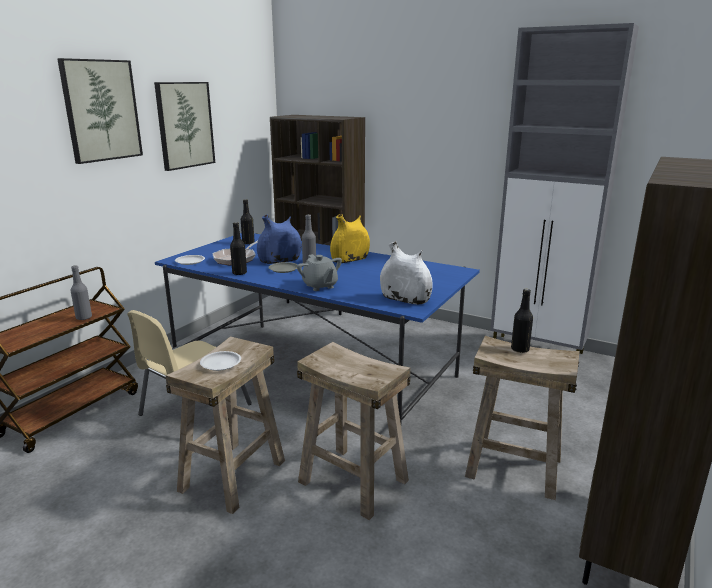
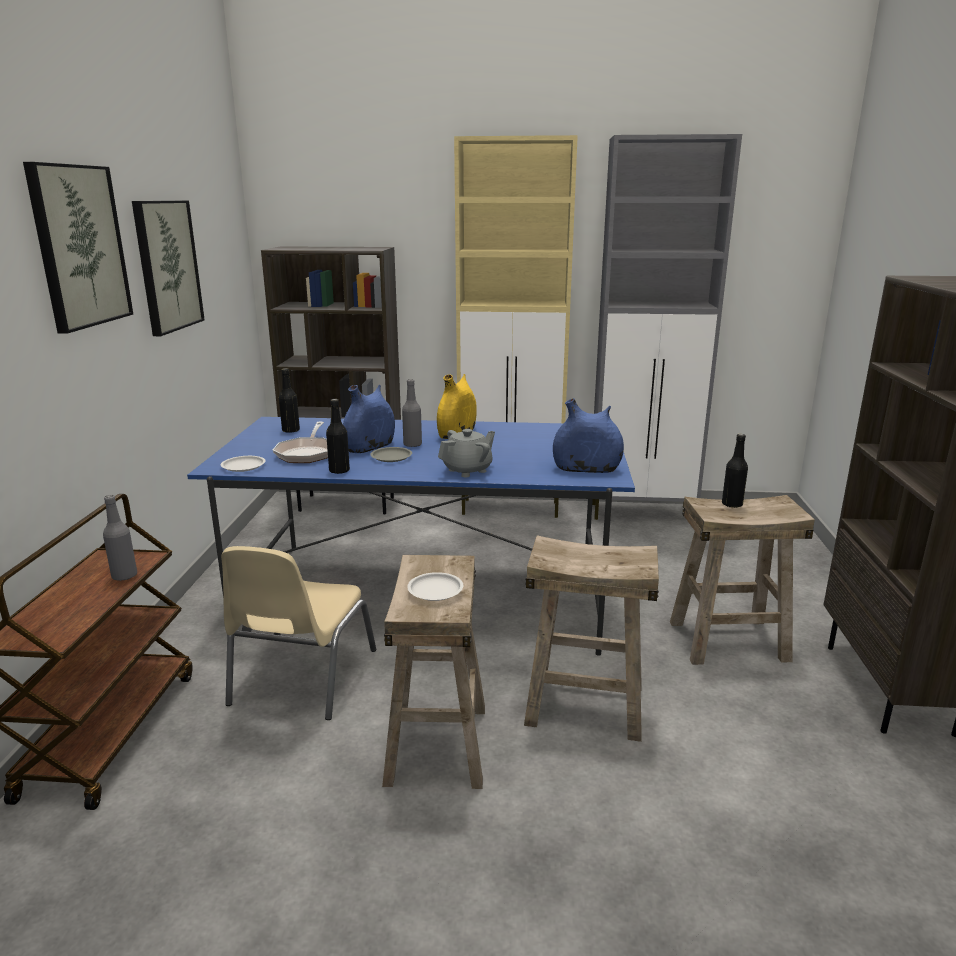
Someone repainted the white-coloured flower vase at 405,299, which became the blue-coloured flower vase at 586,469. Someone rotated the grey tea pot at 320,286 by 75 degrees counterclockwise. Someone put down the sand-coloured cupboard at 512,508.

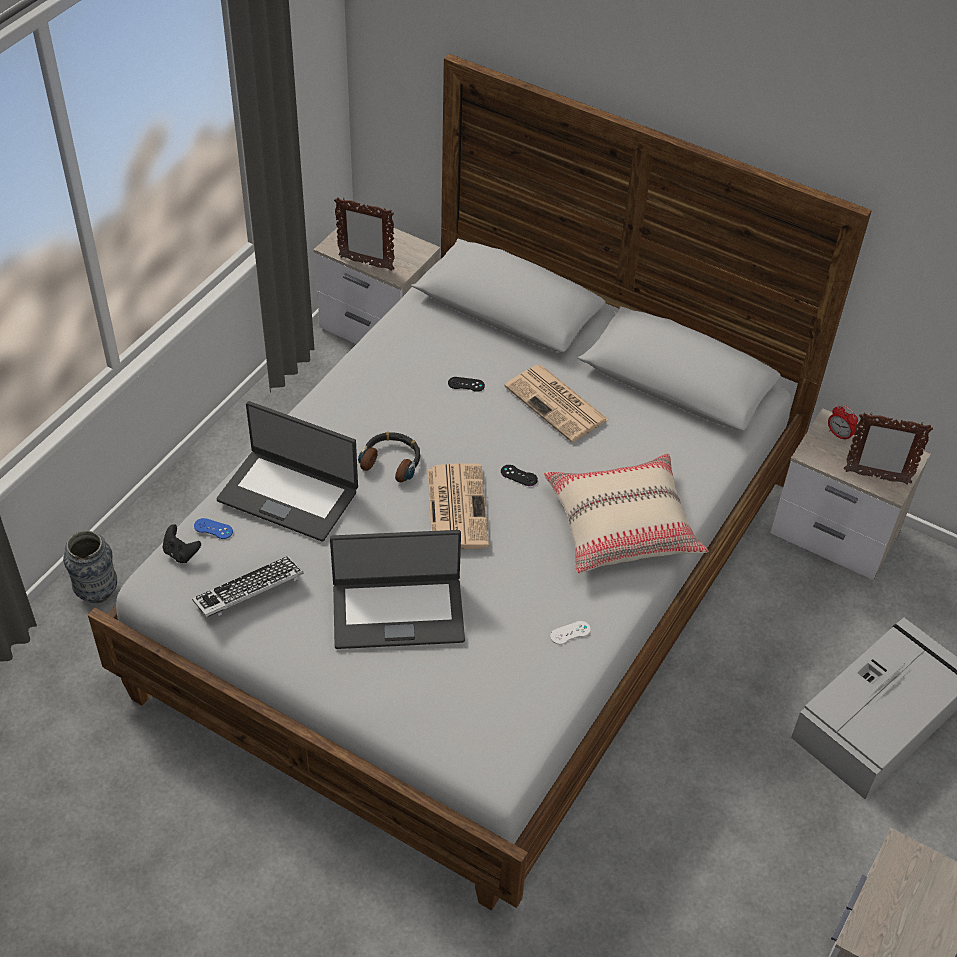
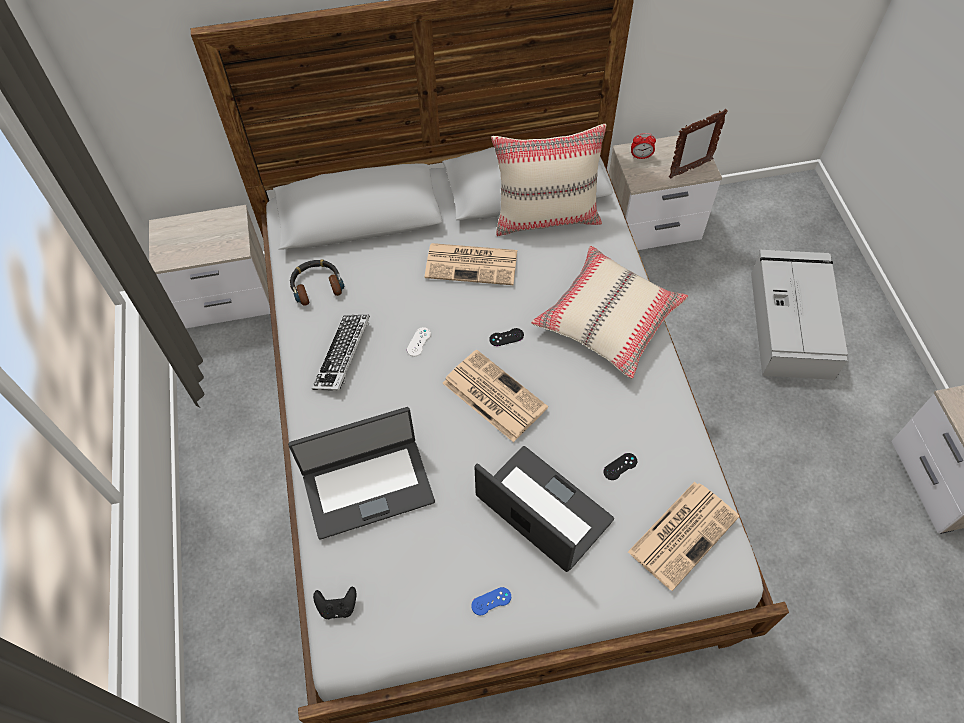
Someone took away the picture frame at 366,263. Someone carried the black gamepad from 466,384 to 620,466. Someone carried the headphones from 392,461 to 317,285. Someone carried the blue-coloured gamepad from 213,529 to 491,601. Someone took away the flower vase at 97,592. Someone rotated the notebook computer at 398,612 by 90 degrees counterclockwise. Someone carried the PC keyboard from 249,592 to 343,355. Someone carried the white-coloured gamepad from 570,633 to 419,342. Someone put down the sand-coloured pillow at 546,216. Someone put down the newspaper at 683,533.

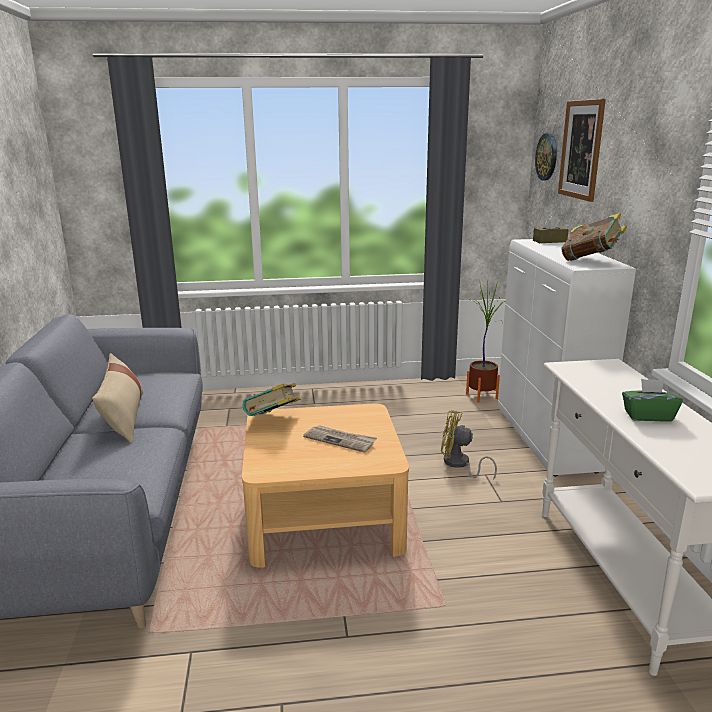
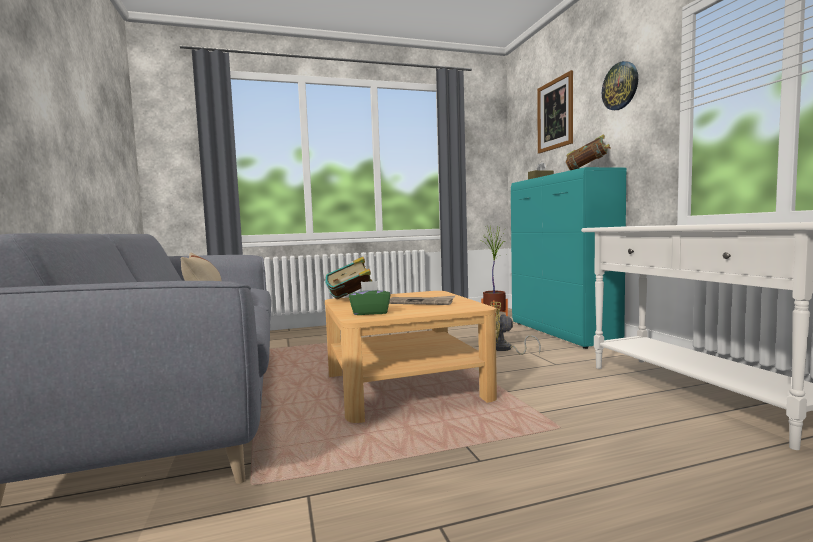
Someone carried the hanging clock from 547,157 to 620,86. Someone repainted the white-coloured cupboard at 546,440, which became the turquoise cupboard at 562,333. Someone carried the greenish box of tissues from 648,416 to 370,312.

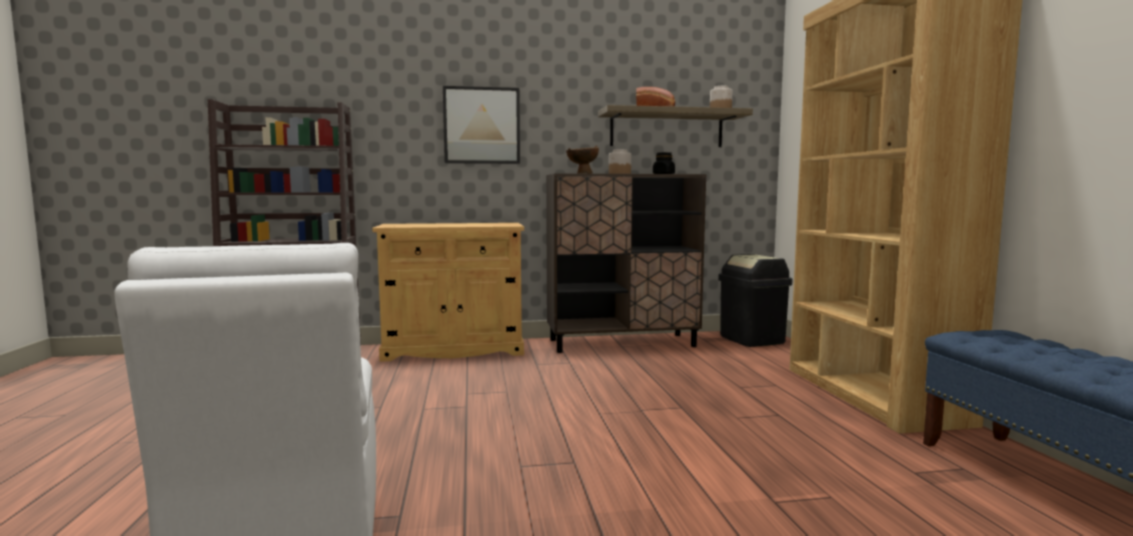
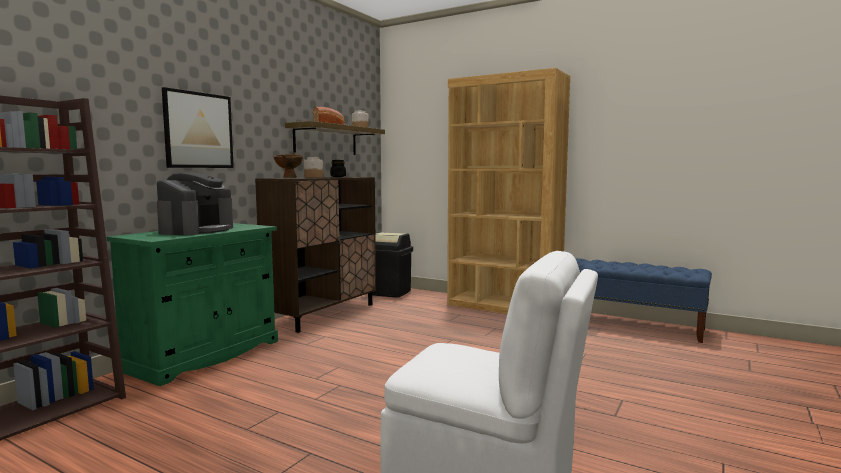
Someone repainted the sand-coloured cupboard at 454,349, which became the greenish cupboard at 204,355. Someone put down the coffee brewer at 197,230.

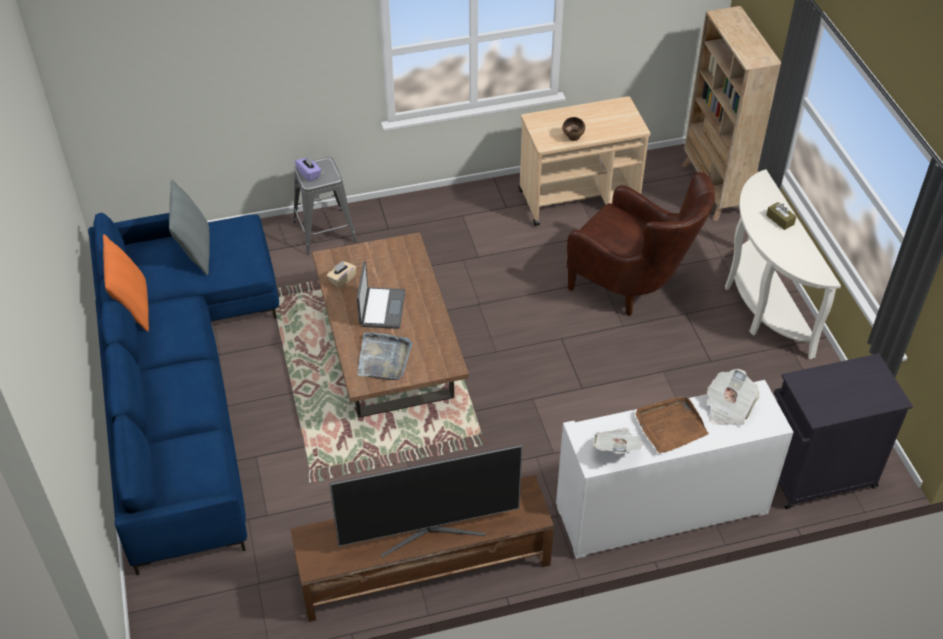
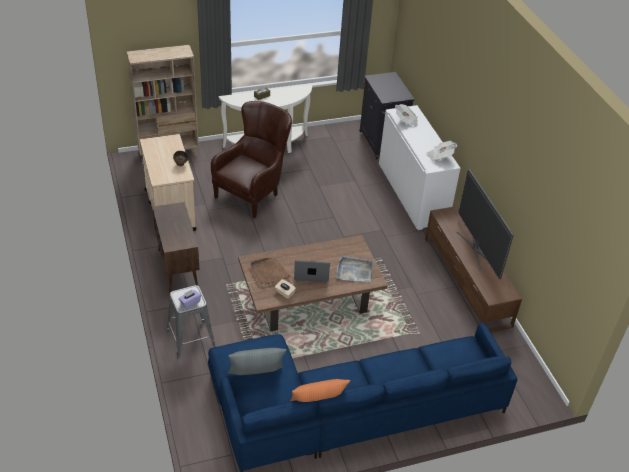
Someone carried the brown tray from 670,426 to 269,272. Someone put down the brown cupboard at 178,269.

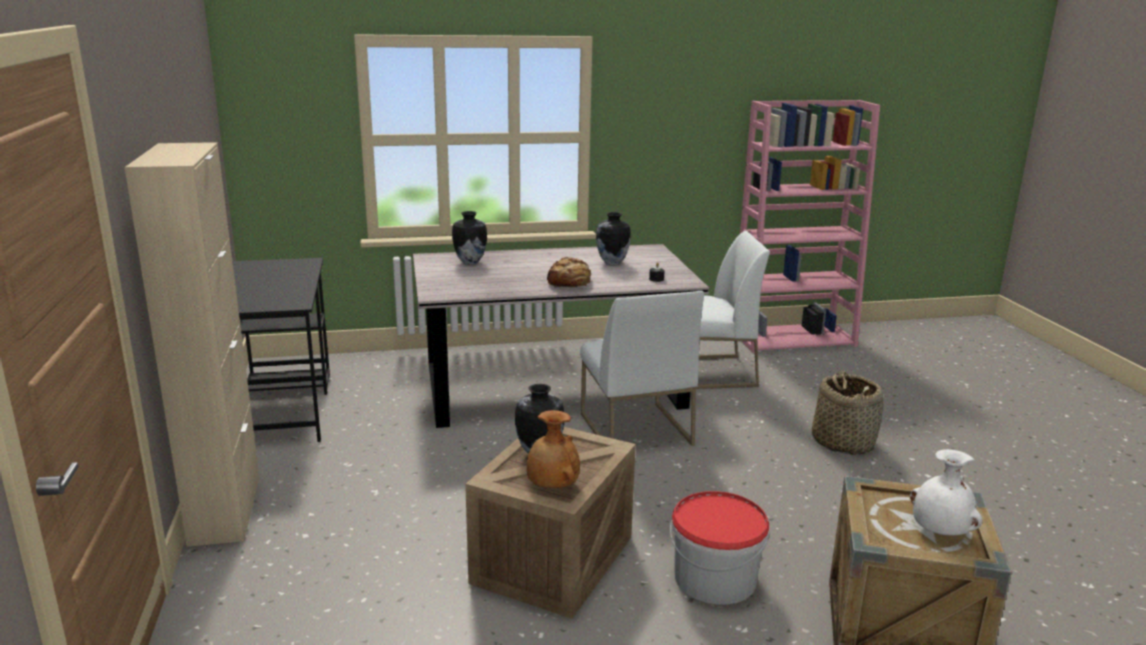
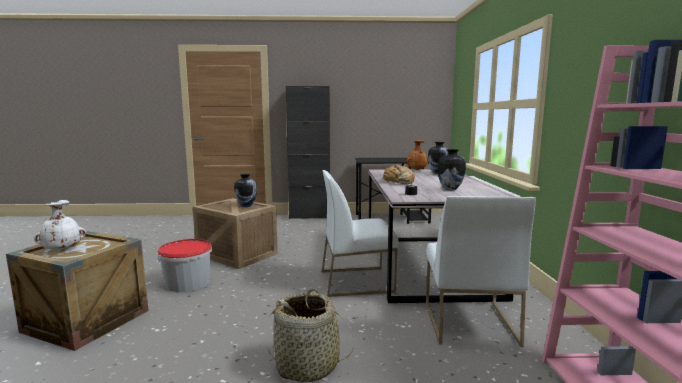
Someone repainted the sand-coloured cupboard at 225,511, which became the black cupboard at 310,216. Someone carried the brown flower vase from 552,486 to 416,170.

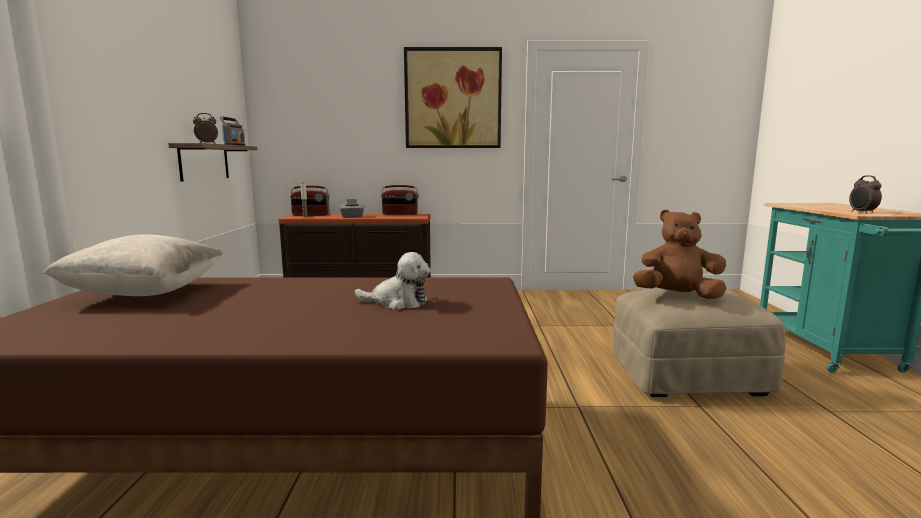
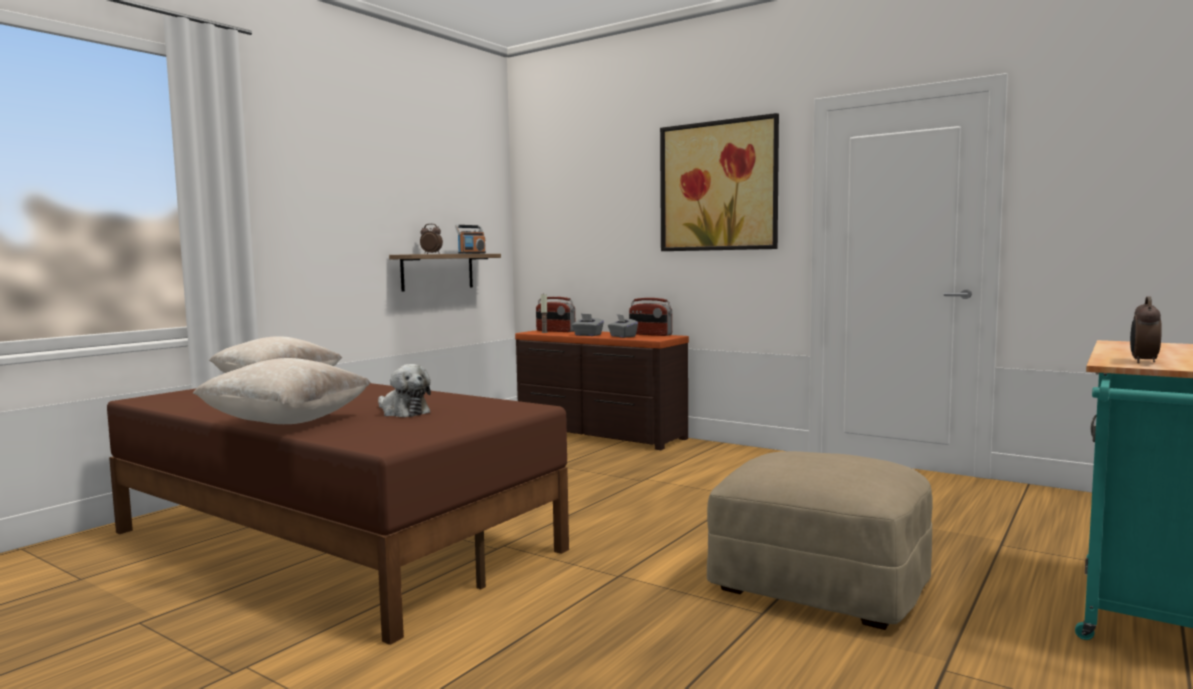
Someone took away the brown soft toy at 677,296. Someone put down the grey box of tissues at 622,336. Someone put down the sand-coloured pillow at 286,423.

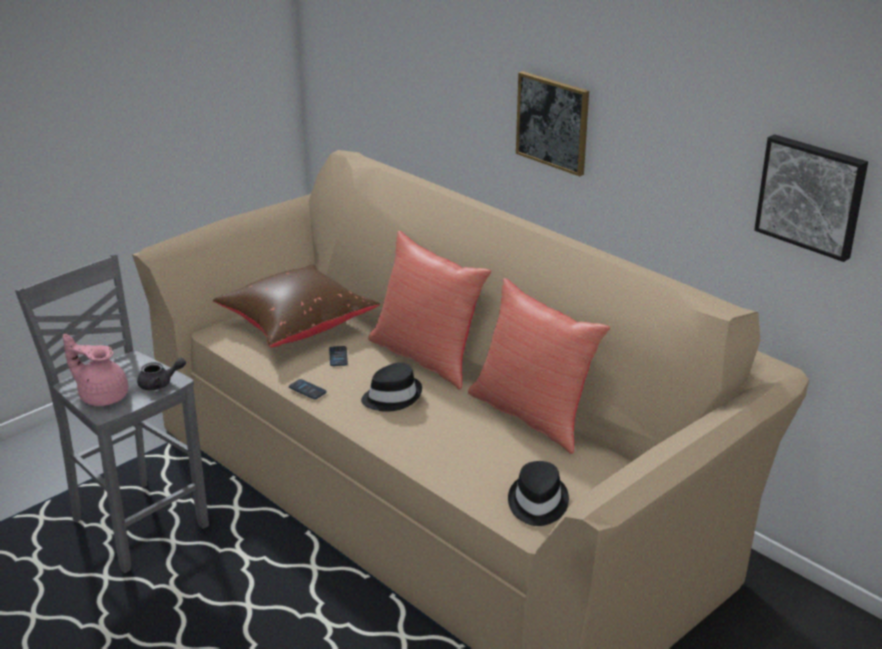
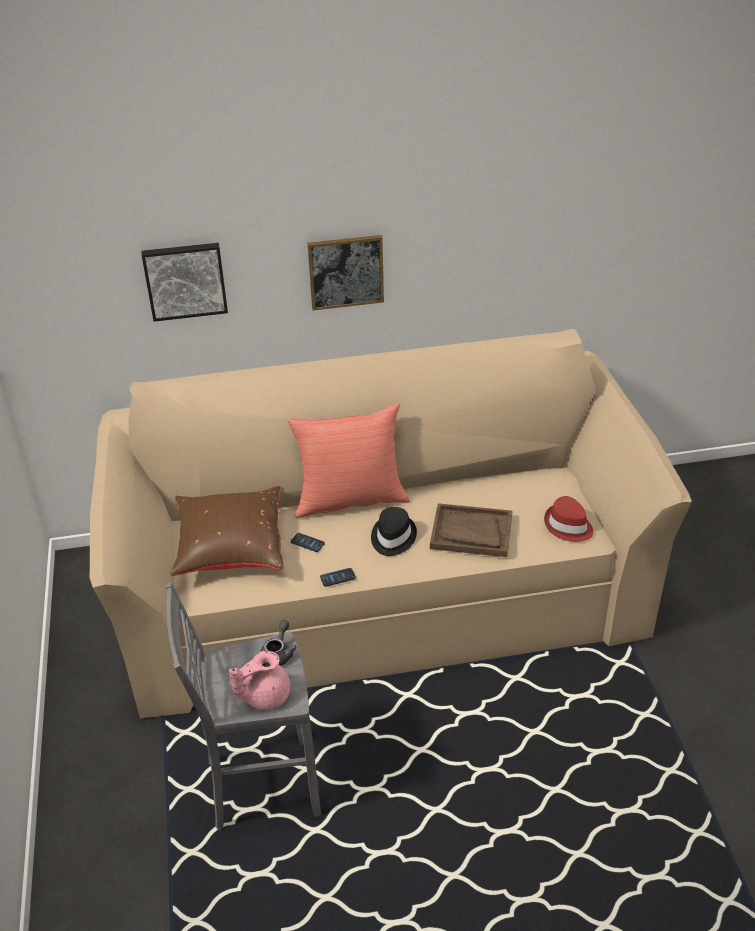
Someone carried the wall art from 812,195 to 185,280. Someone took away the red pillow at 532,415. Someone repainted the black wearable hat at 537,503, which became the red wearable hat at 568,526. Someone put down the brown tray at 471,532.

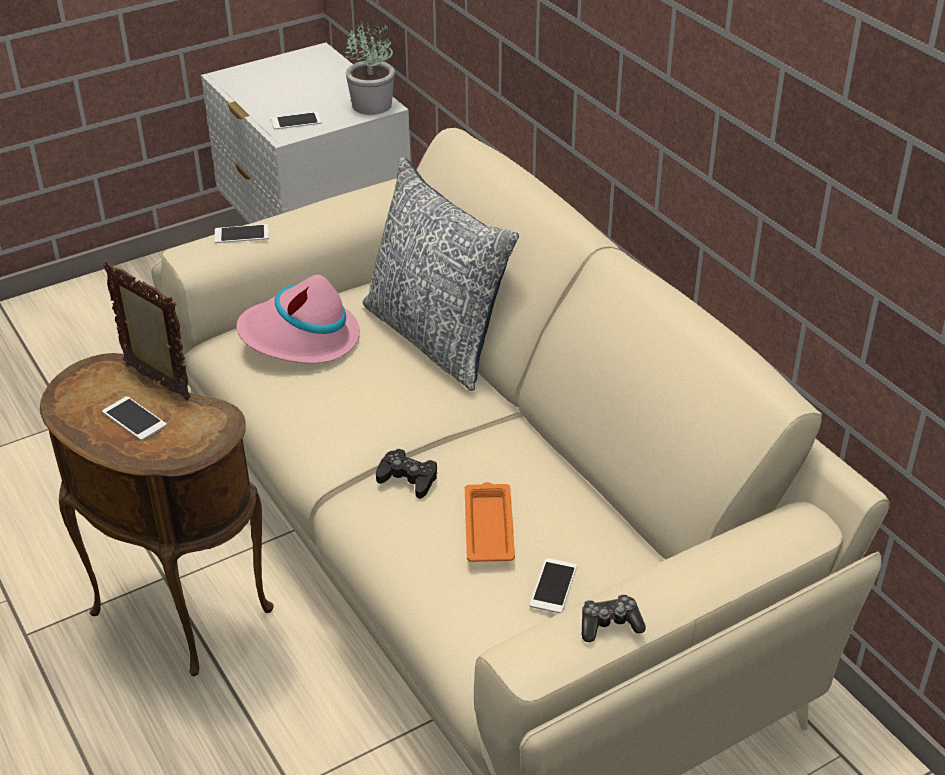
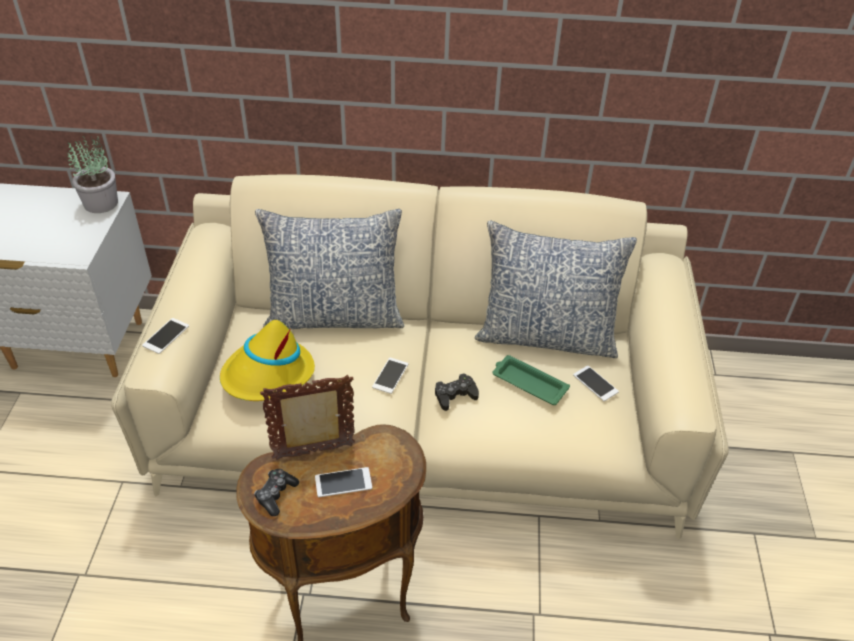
Someone carried the phone from 296,121 to 390,375. Someone repainted the pinkish wearable hat at 300,338, which became the yellow wearable hat at 268,375. Someone repainted the orange-coloured tray at 488,527, which became the greenish tray at 528,383. Someone carried the gamepad from 609,624 to 276,495. Someone put down the pillow at 546,336.

